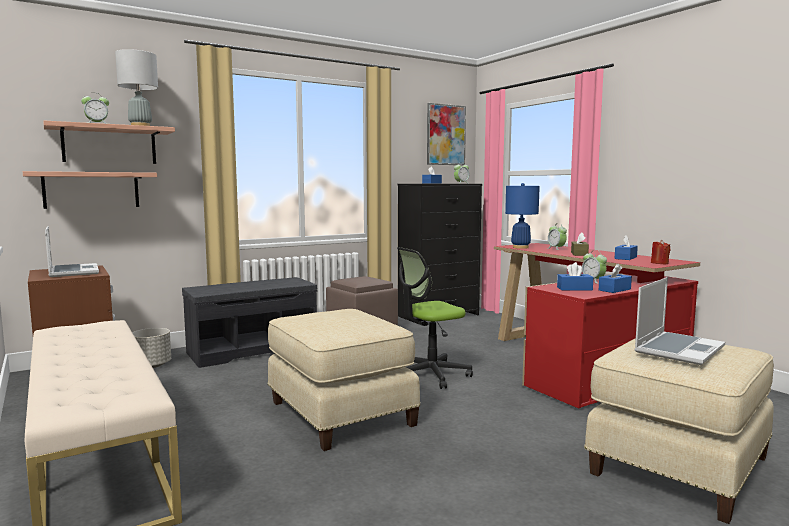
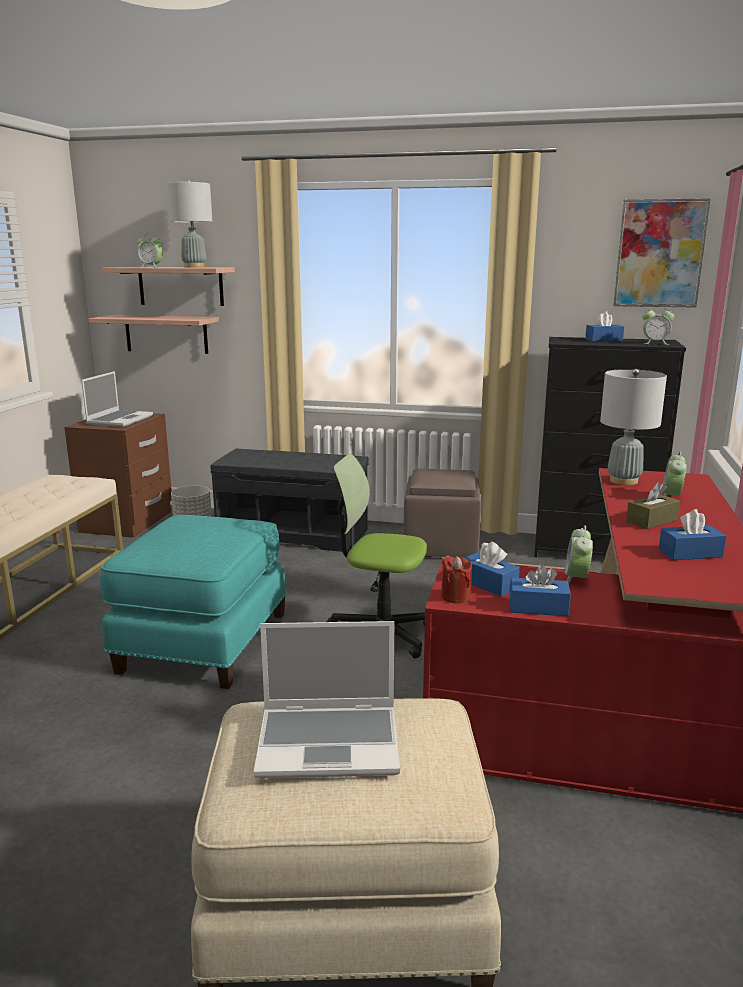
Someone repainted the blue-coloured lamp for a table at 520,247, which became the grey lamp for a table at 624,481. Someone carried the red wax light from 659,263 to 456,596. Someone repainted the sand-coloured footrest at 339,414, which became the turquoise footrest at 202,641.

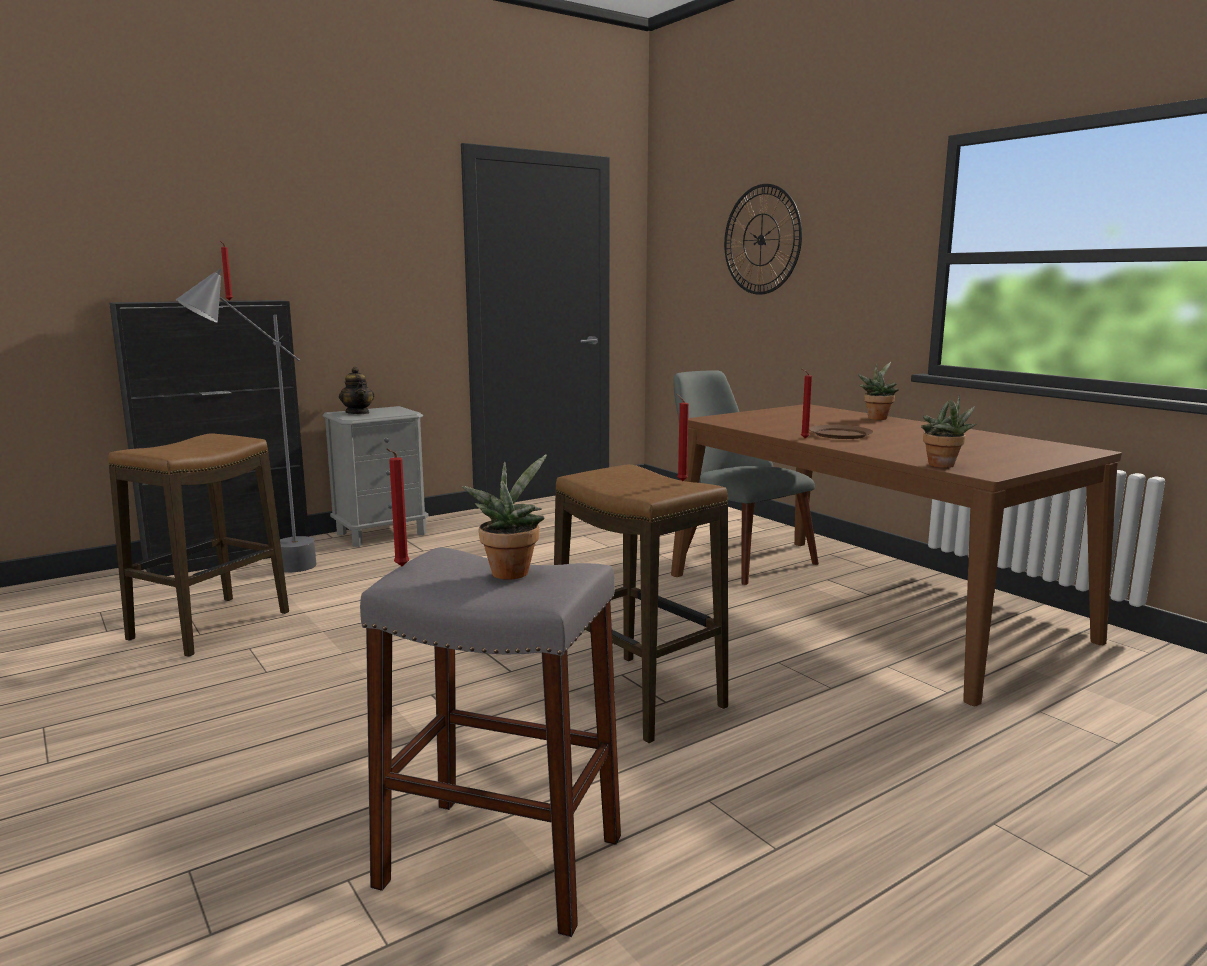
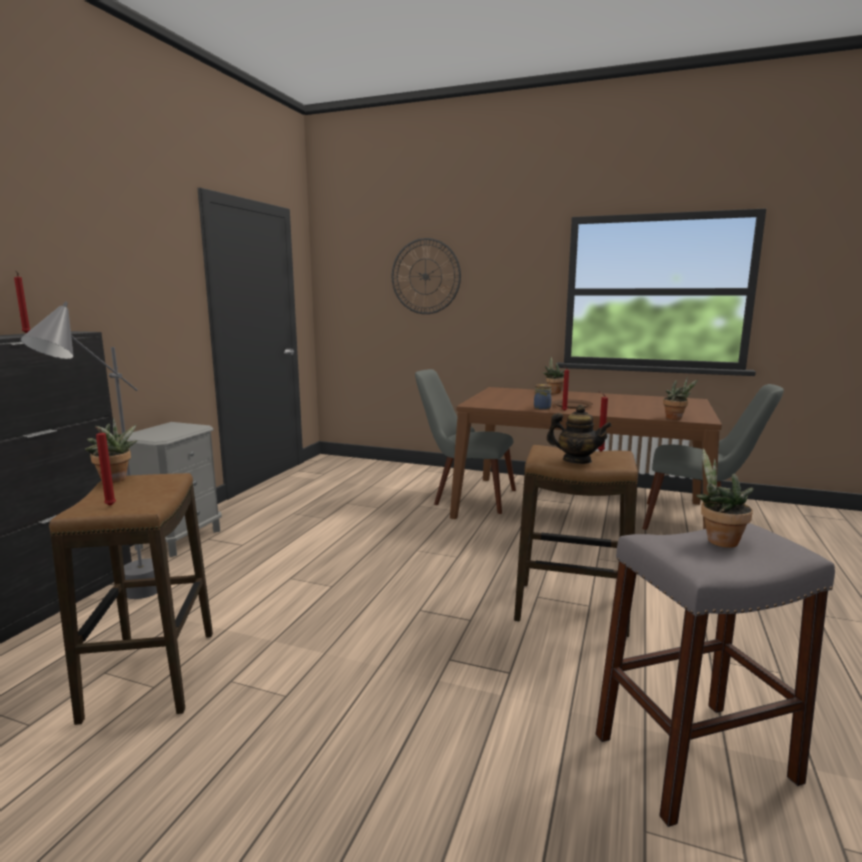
Someone carried the tea pot from 358,413 to 577,461. Someone carried the red wax light from 400,567 to 109,506. Someone put down the jar at 542,408. Someone put down the grey plain chair at 699,522. Someone put down the houseplant at 115,480.

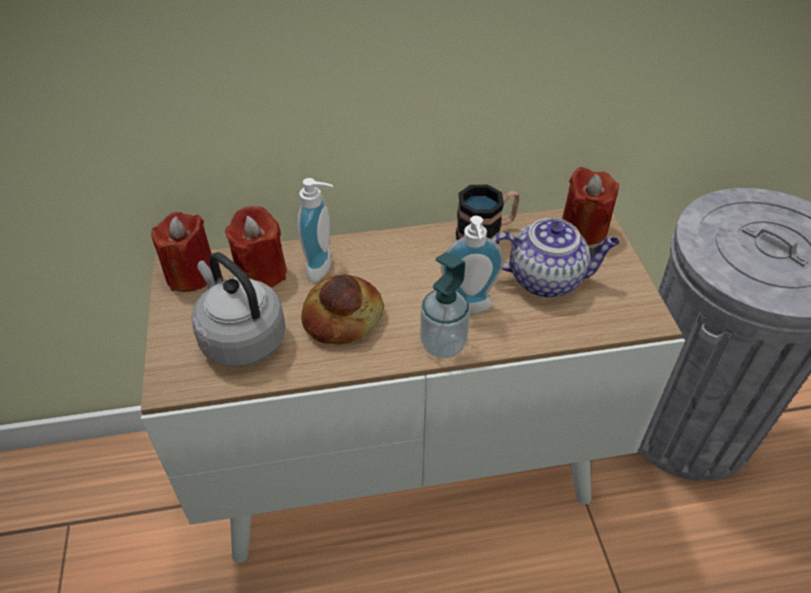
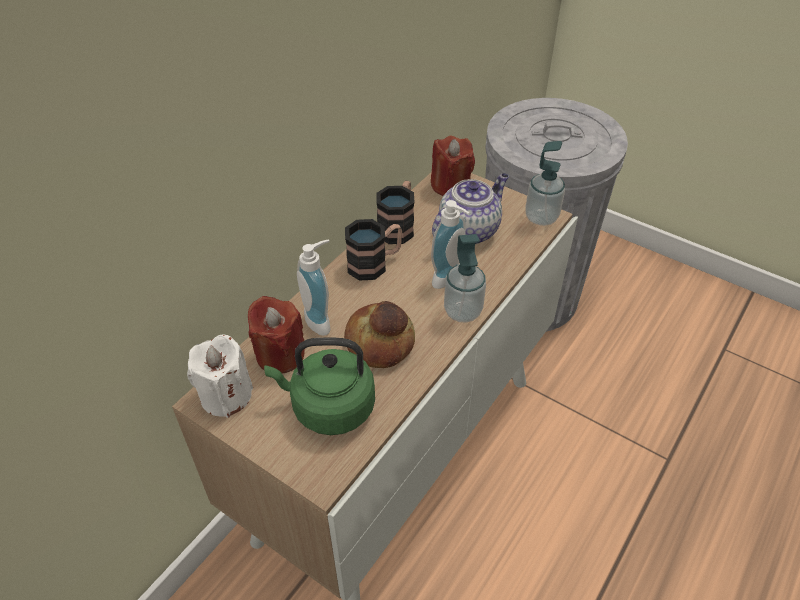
Someone repainted the red wax light at 191,275, which became the white-coloured wax light at 226,396. Someone repainted the grey kettle at 240,338, which became the greenish kettle at 329,407. Someone put down the soap bottle at 541,217. Someone put down the tea mug at 374,263.

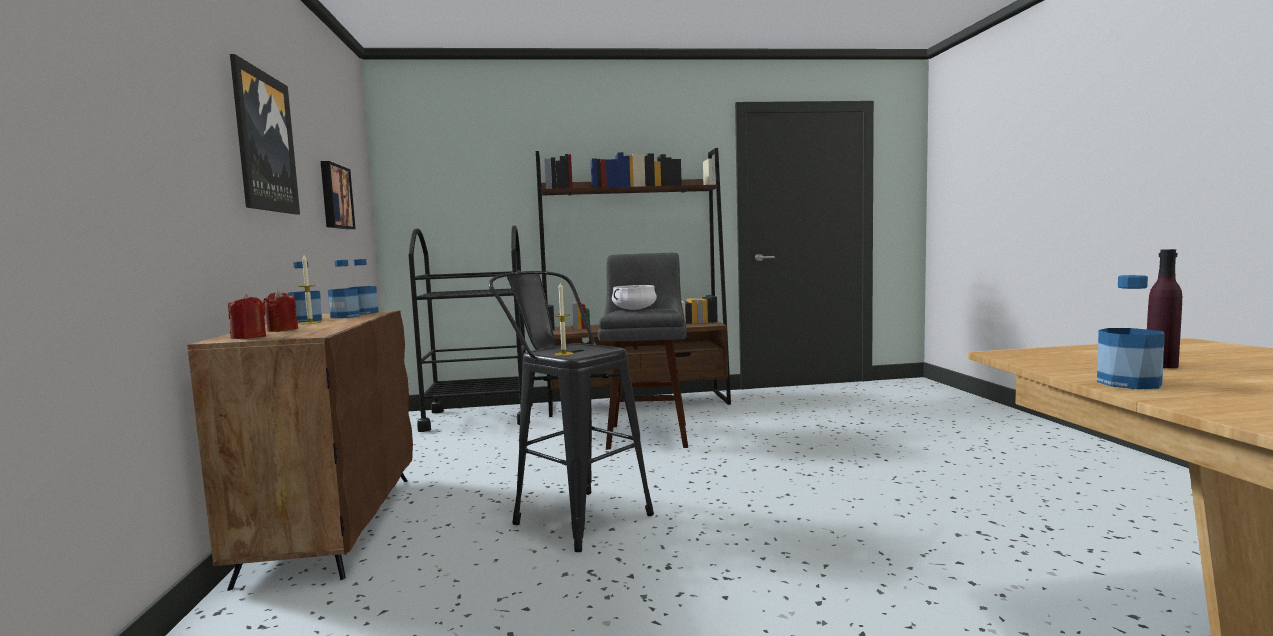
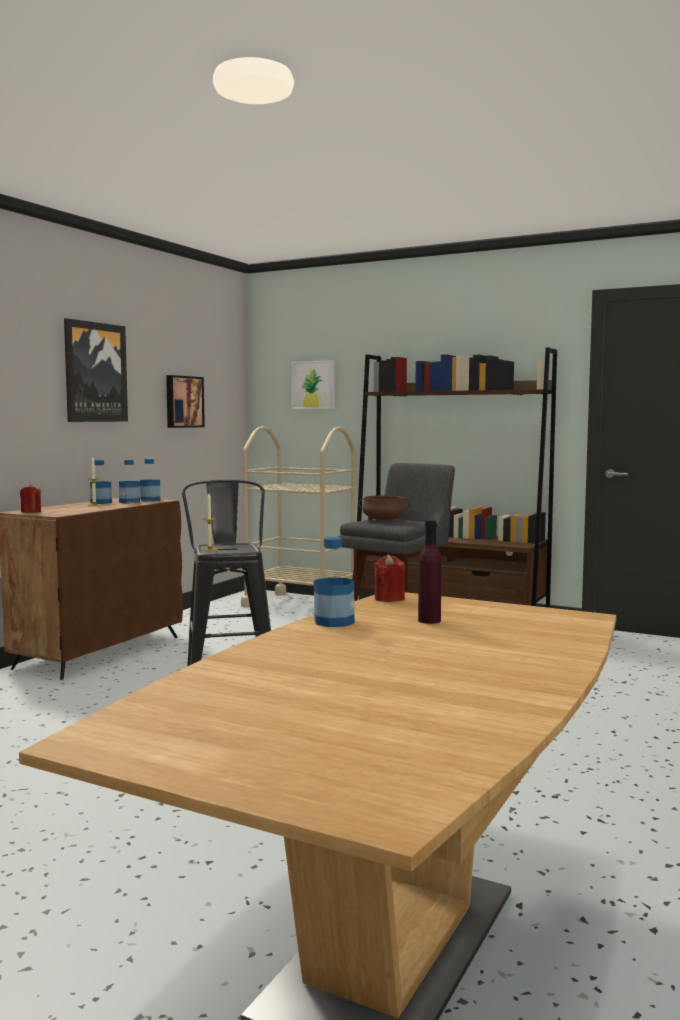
Someone repainted the black wheeled cart at 478,417, which became the sand-coloured wheeled cart at 300,604. Someone repainted the white-coloured saucepot at 634,309, which became the brown saucepot at 383,519. Someone carried the red wax light from 282,330 to 389,598. Someone put up the wall art at 313,385.

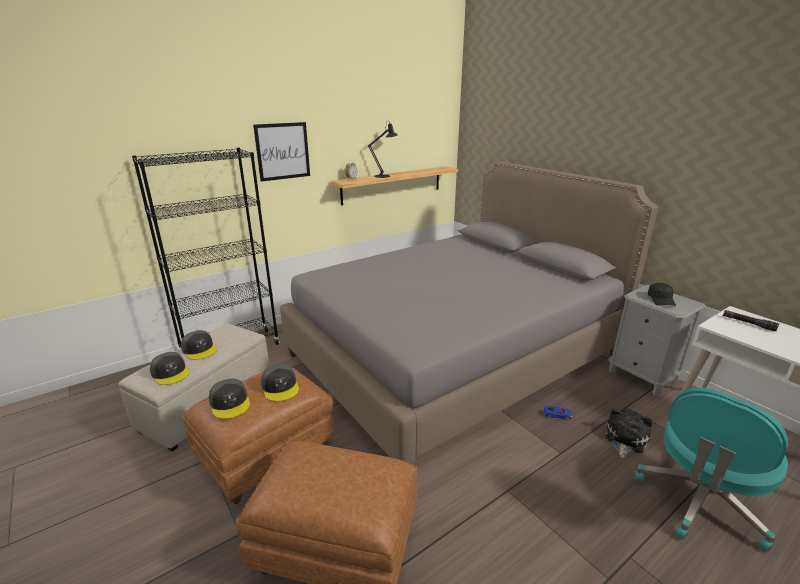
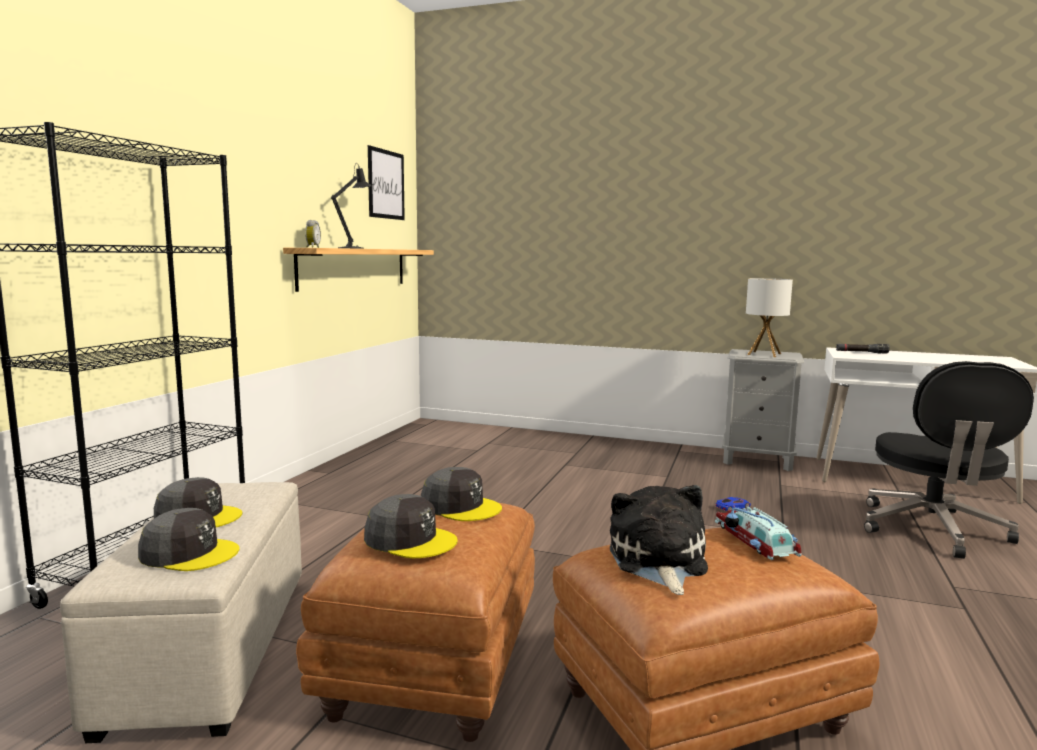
Someone carried the wall art from 282,151 to 386,184. Someone took away the grey sleeping bed at 453,354. Someone swapped the black cap at 660,299 for the lamp for a table at 764,354. Someone repainted the turquoise office chair at 699,501, which became the black office chair at 932,530. Someone carried the soft toy from 624,439 to 658,562. Someone put down the model car at 754,541.

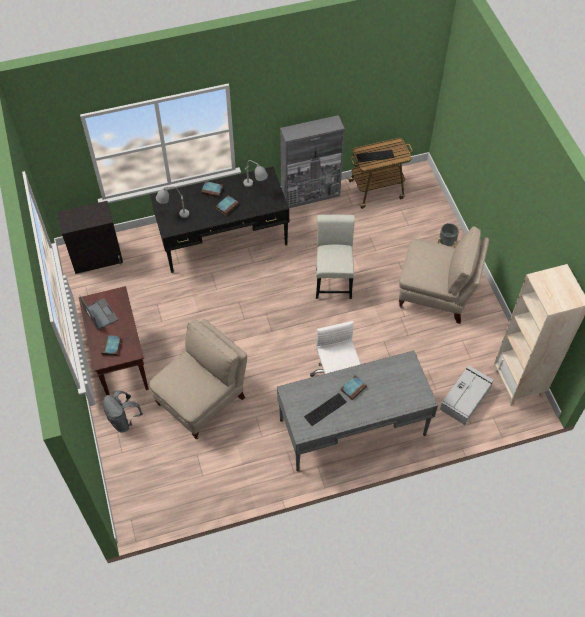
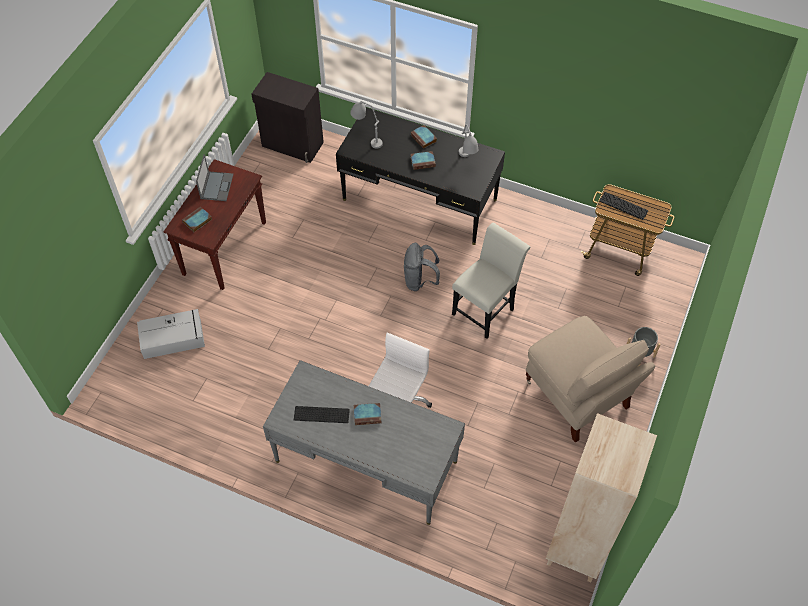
Someone took away the grey cupboard at 311,196. Someone took away the sand-coloured plain chair at 202,400. Someone carried the grey storage box from 466,397 to 173,338. Someone carried the grey backpack from 124,420 to 419,281.

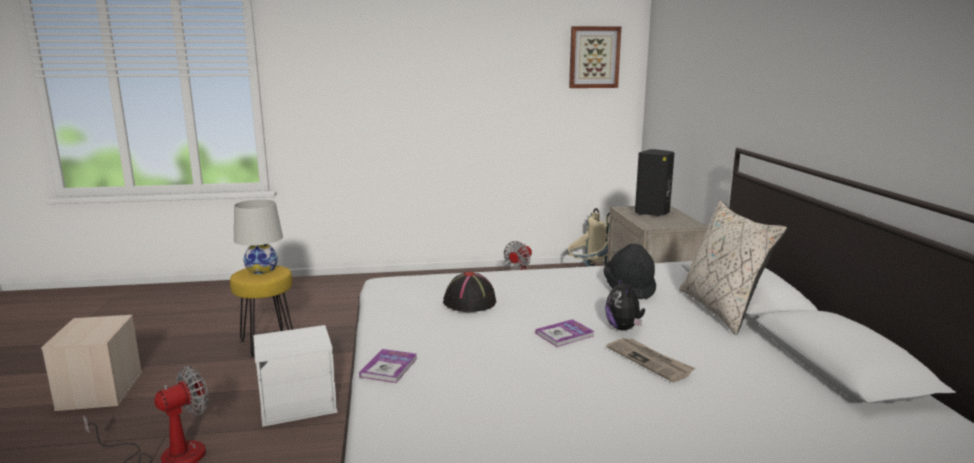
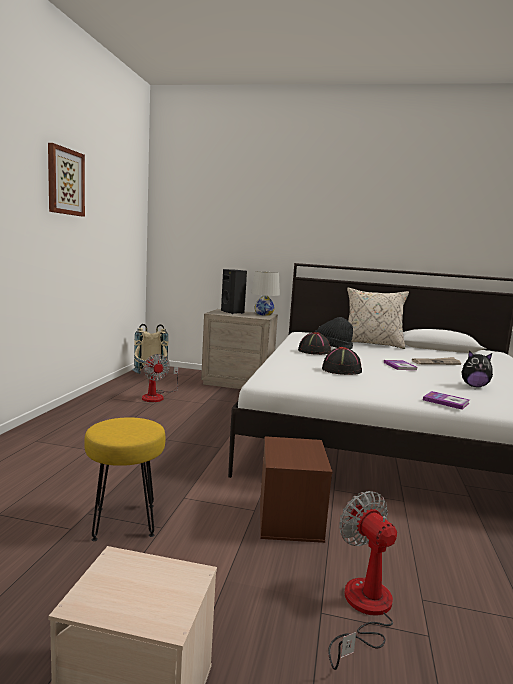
Someone carried the wall art from 594,57 to 65,181. Someone carried the white-coloured lamp for a table from 261,270 to 263,314. Someone carried the soft toy from 624,328 to 474,386. Someone repainted the white-coloured storage box at 299,403, which became the brown storage box at 289,518. Someone put down the black wearable hat at 314,351.

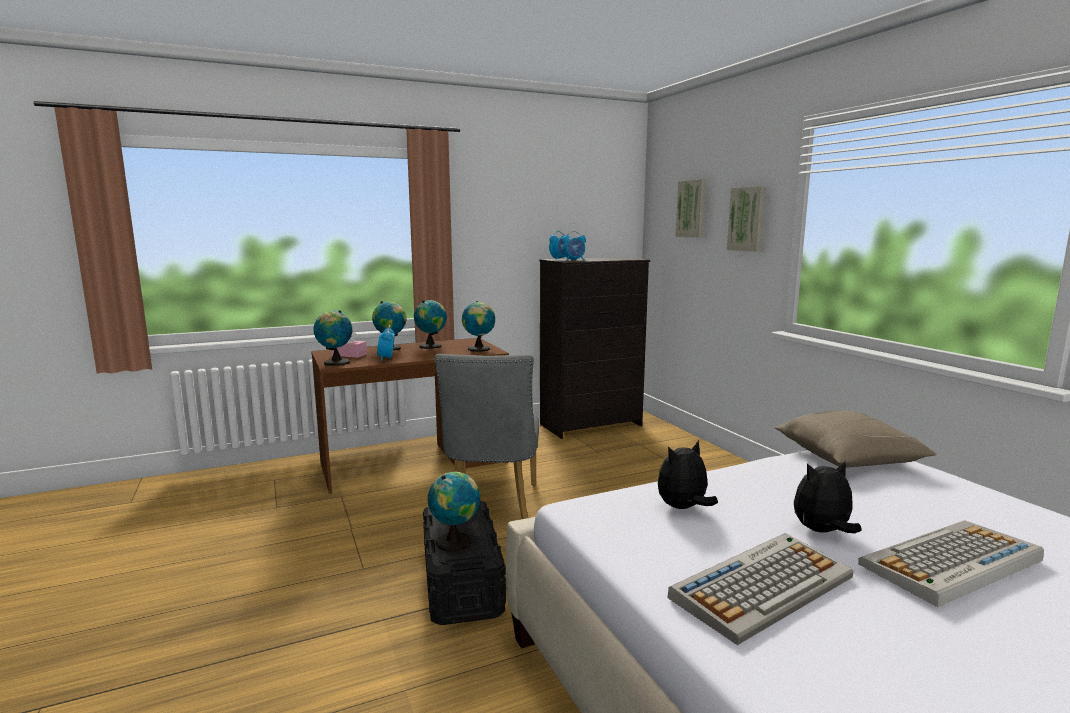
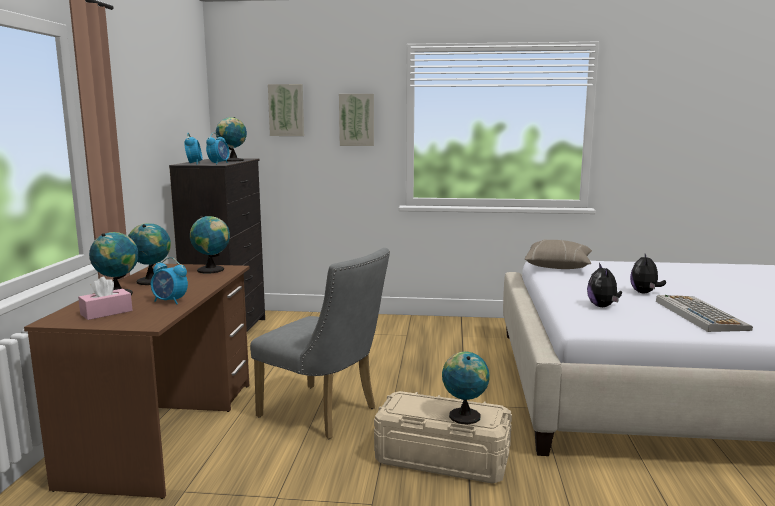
Someone carried the world globe from 334,363 to 232,160. Someone repainted the black storage box at 462,581, which became the sand-coloured storage box at 442,458. Someone took away the PC keyboard at 951,563.

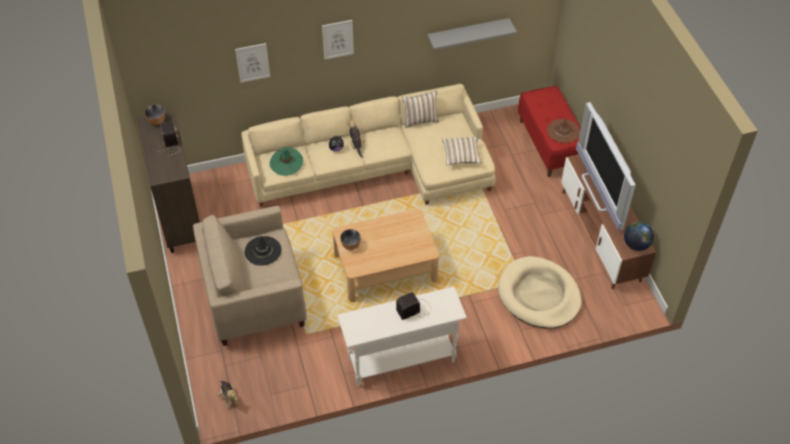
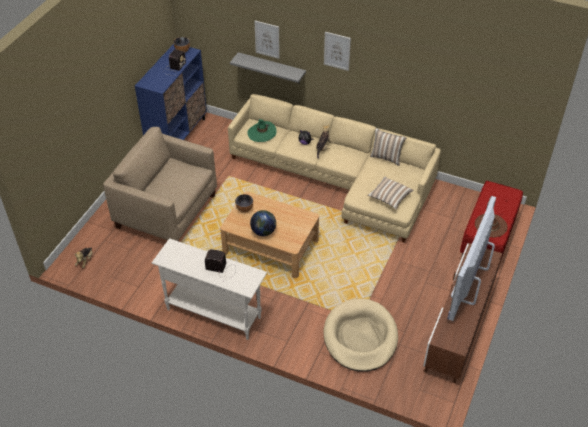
Someone carried the grey shelf from 468,34 to 271,68. Someone repainted the brown cupboard at 180,216, which became the blue-coloured cupboard at 177,136. Someone carried the world globe from 636,244 to 263,231. Someone took away the black wearable hat at 263,251.

